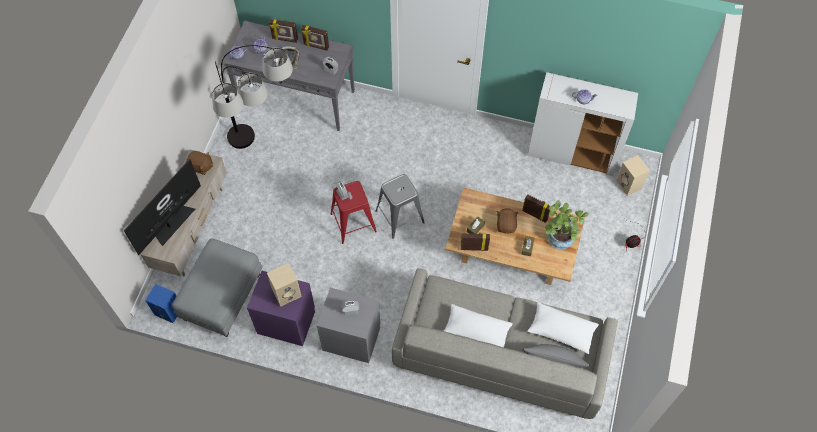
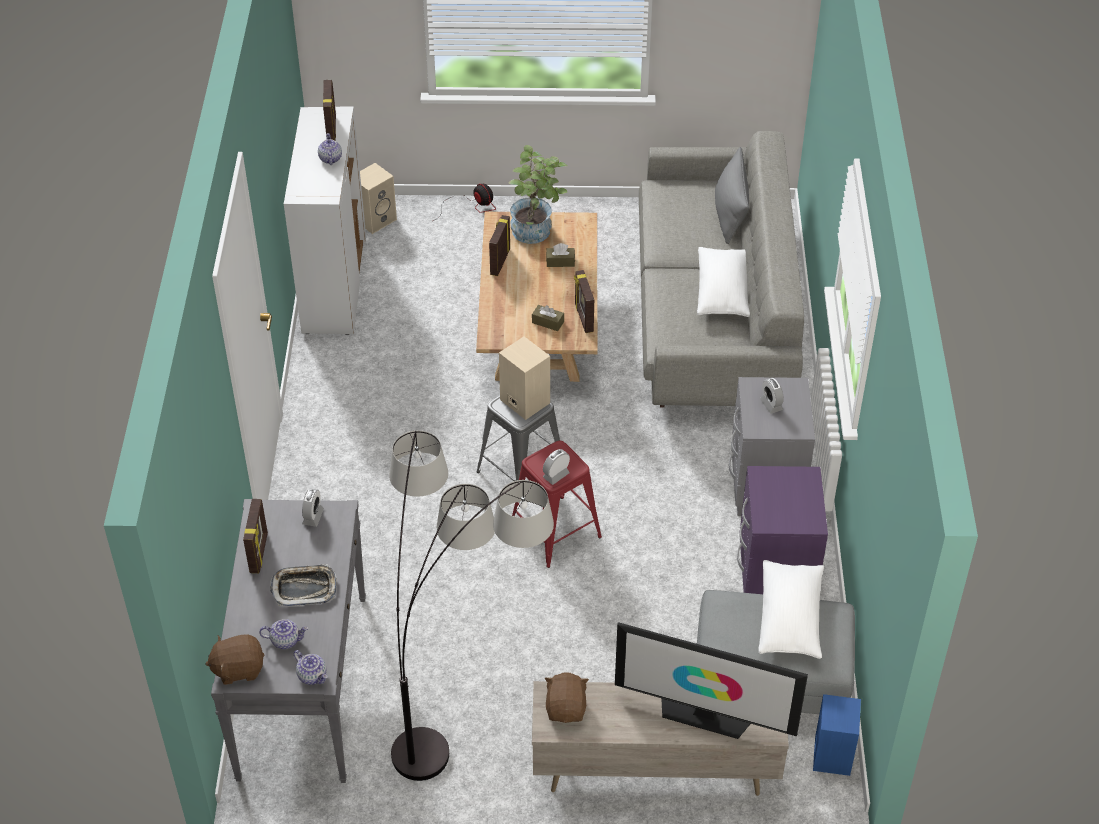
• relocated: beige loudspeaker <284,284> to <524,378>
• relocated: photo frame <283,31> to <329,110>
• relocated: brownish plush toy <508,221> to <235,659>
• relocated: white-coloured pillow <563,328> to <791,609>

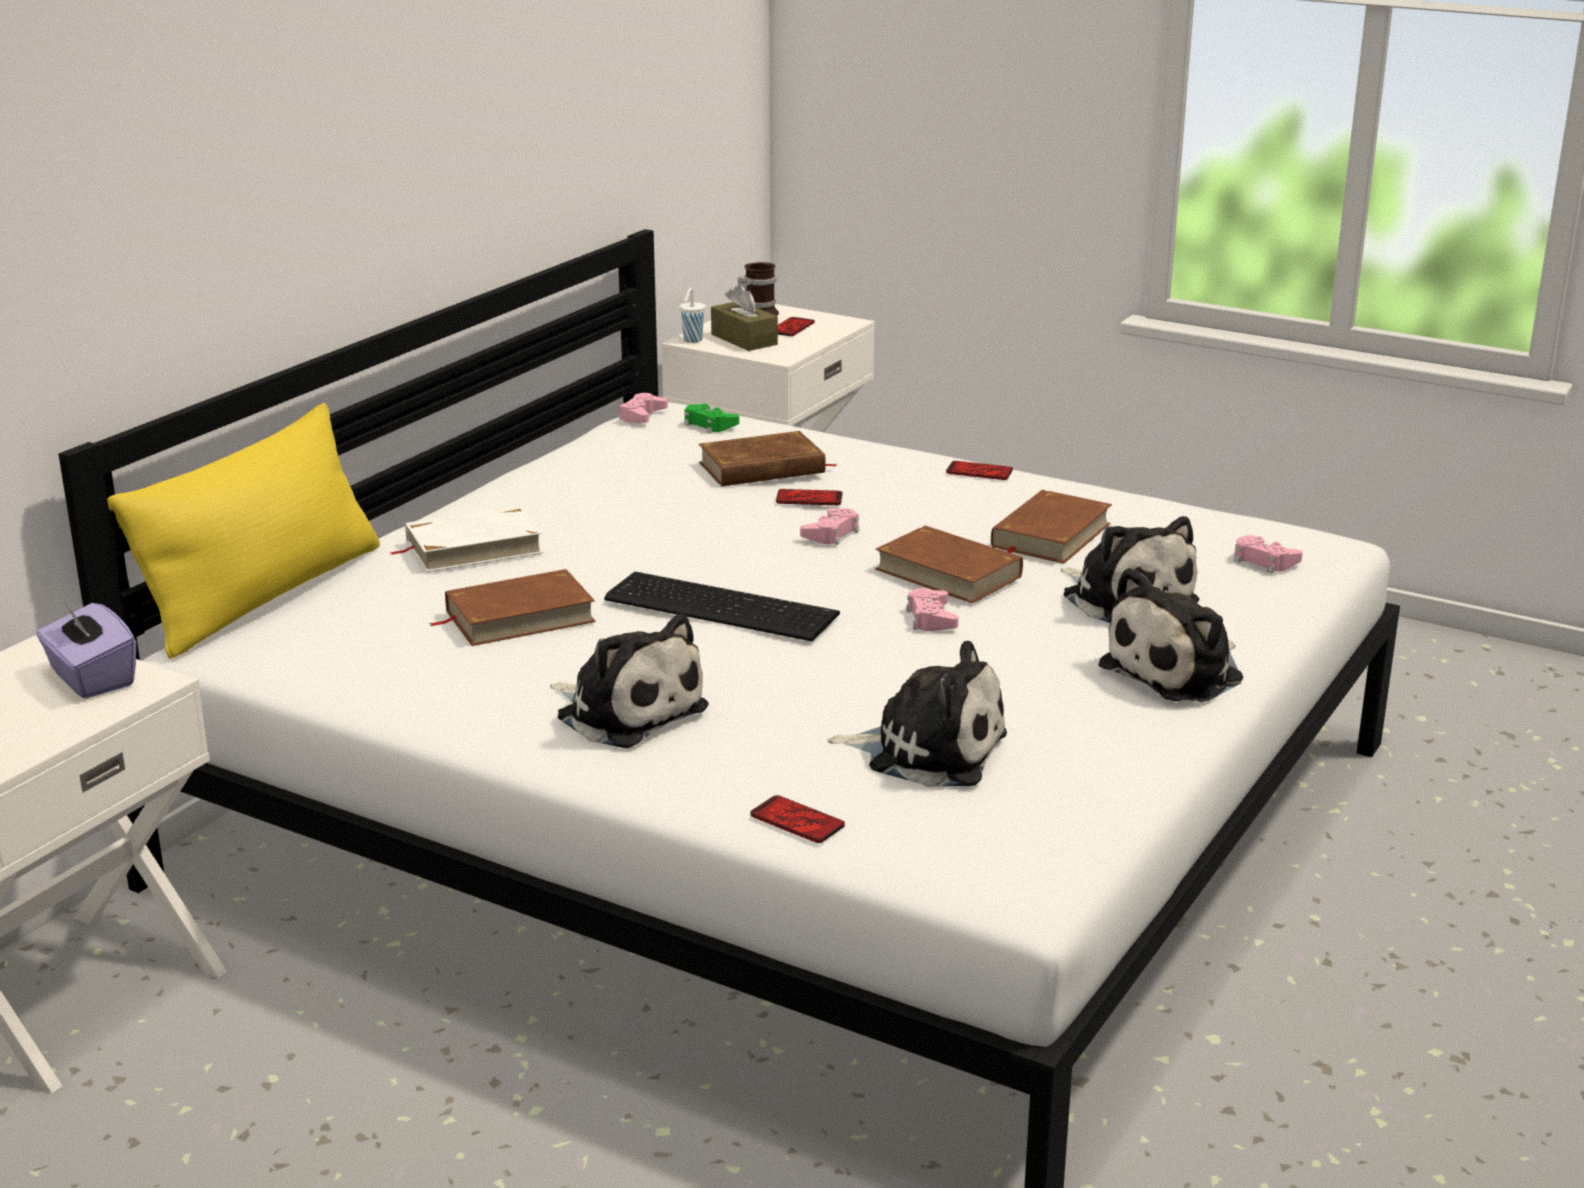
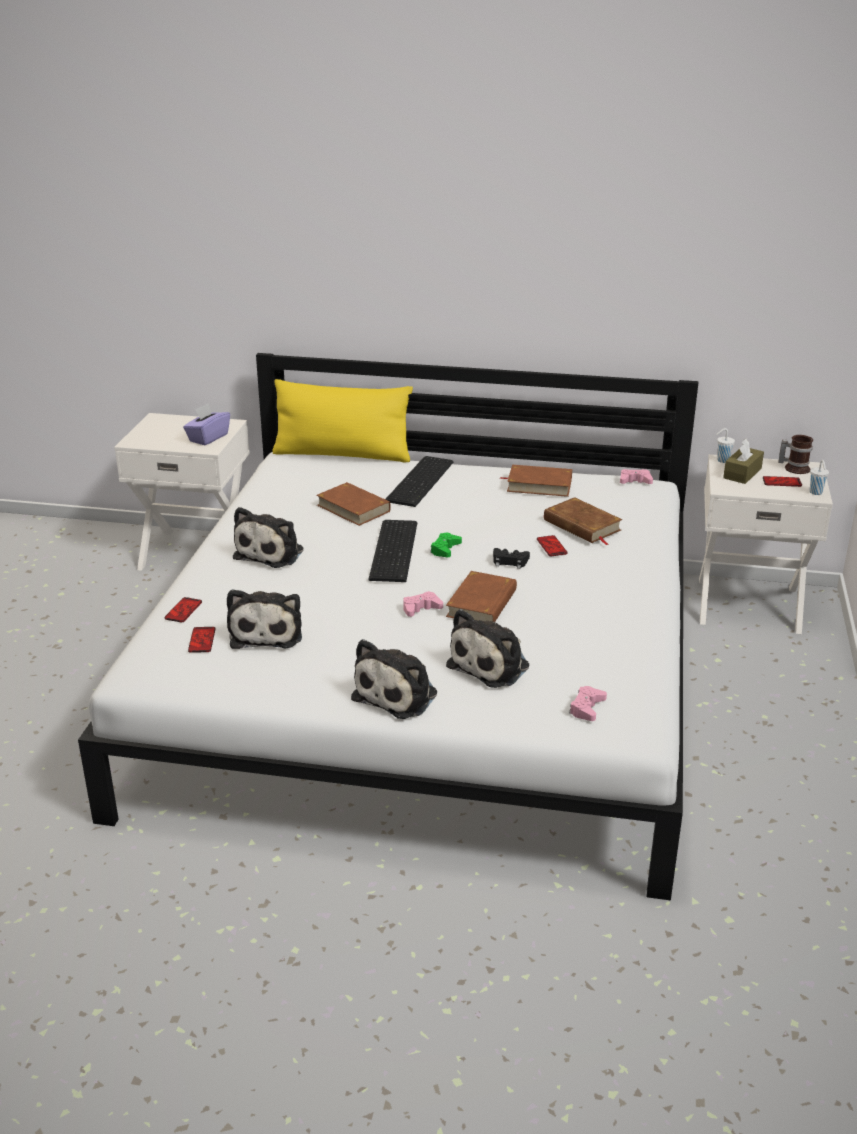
• exchanged: white-coloured volume <466,538> to PC keyboard <419,481>
• relocated: greenish joypad <711,418> to <446,545>
• colour: pinkish joypad <829,526> to black-coloured joypad <511,558>
• relocated: phone <979,470> to <201,640>
• relocated: brownish volume <1051,527> to <536,481>
• spun: plush toy <1170,634> = <394,679> 90 degrees counterclockwise
• appeared: white-coloured cup <819,477>

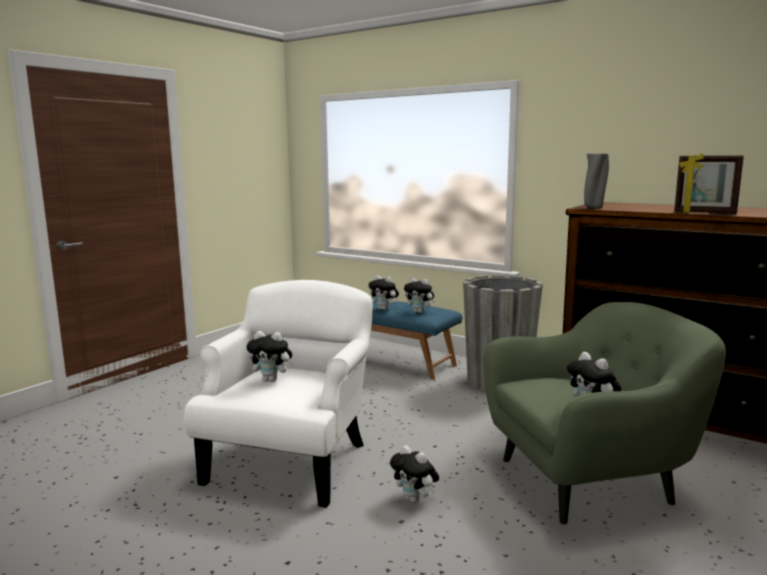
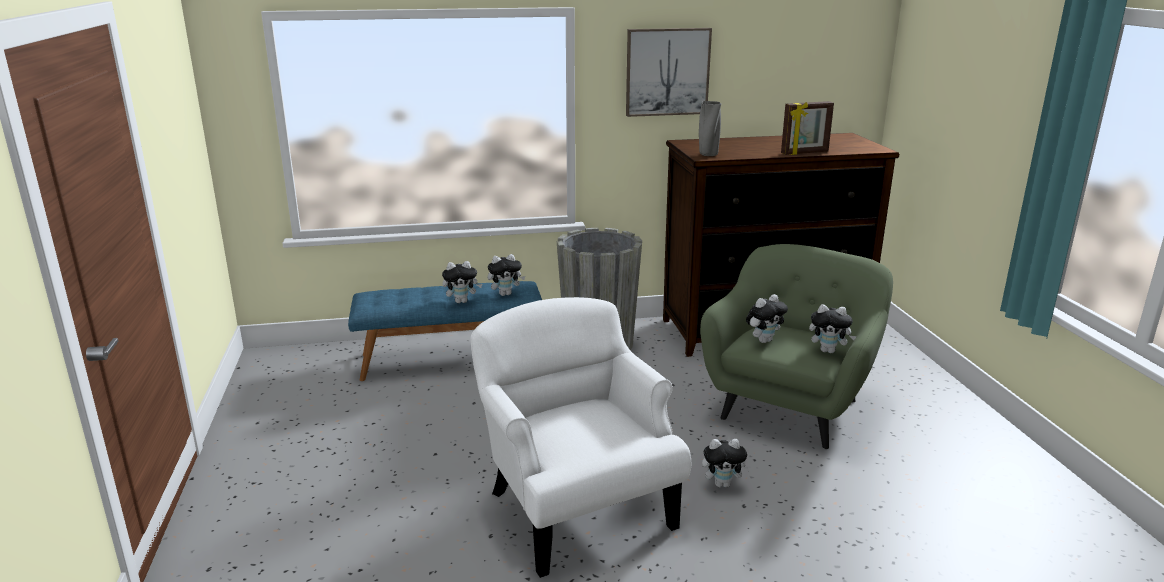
• relocated: plush toy <270,356> to <767,318>
• appeared: picture <669,72>

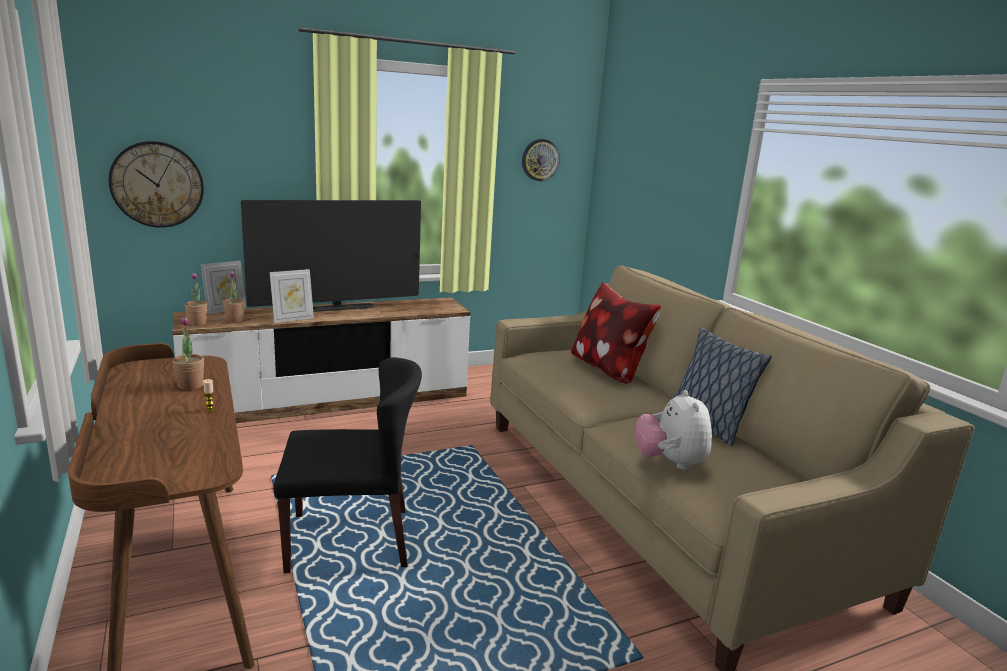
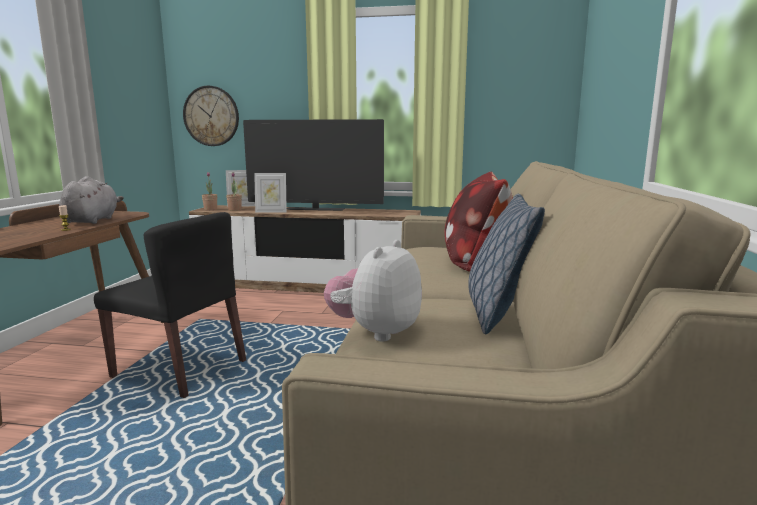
• exchanged: plant in a pot <188,353> to gray plush toy <91,200>
• missing: clock on the wall <541,160>

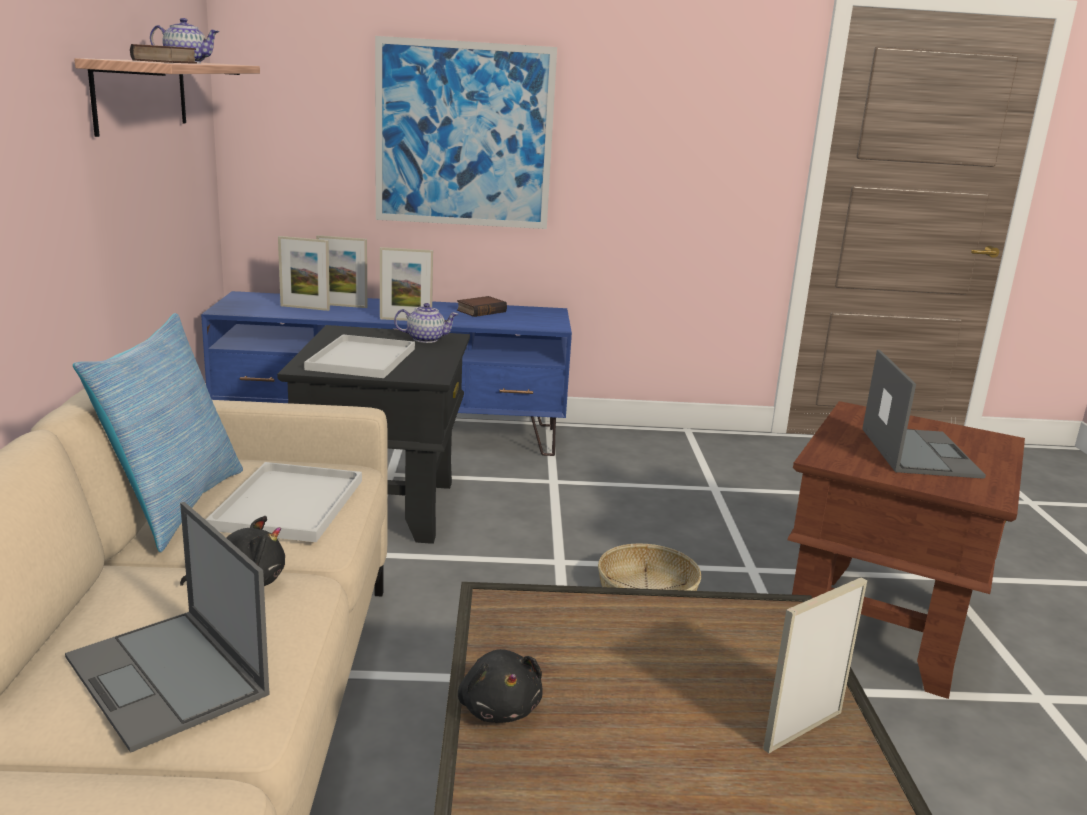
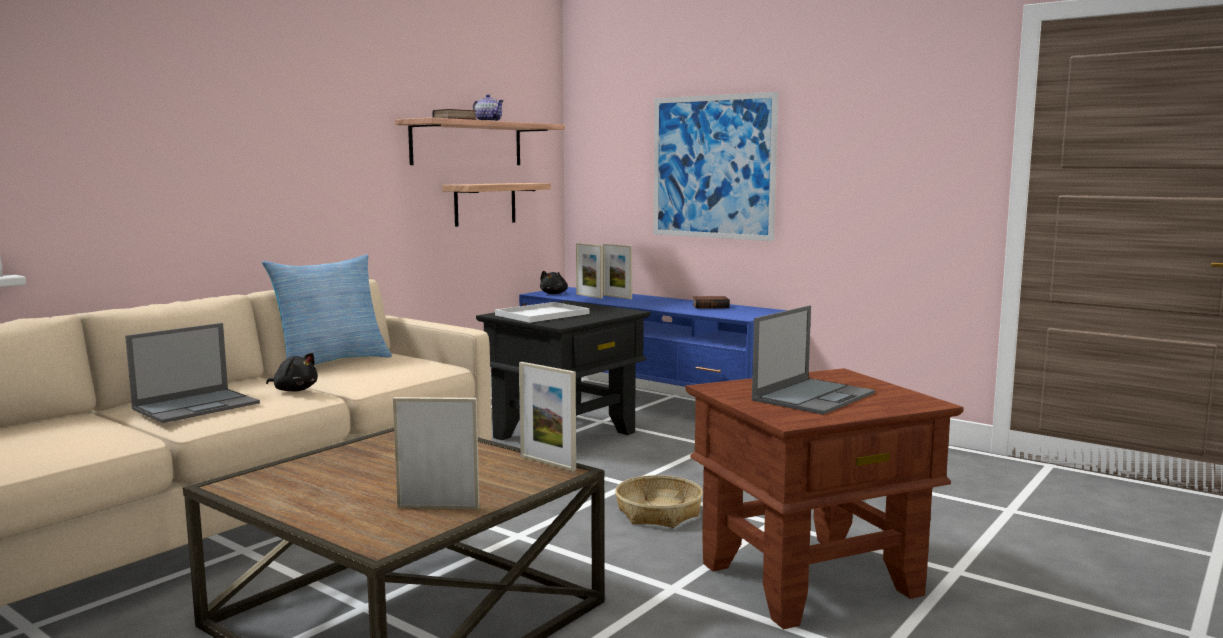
• spun: laptop <167,627> = <192,373> 135 degrees counterclockwise
• missing: white-coloured carrying tray <284,502>
• relocated: photo frame <406,284> to <547,416>
• missing: tea pot <426,323>
• relocated: black-coloured plush toy <500,686> to <554,282>
• appeared: shelf <496,205>

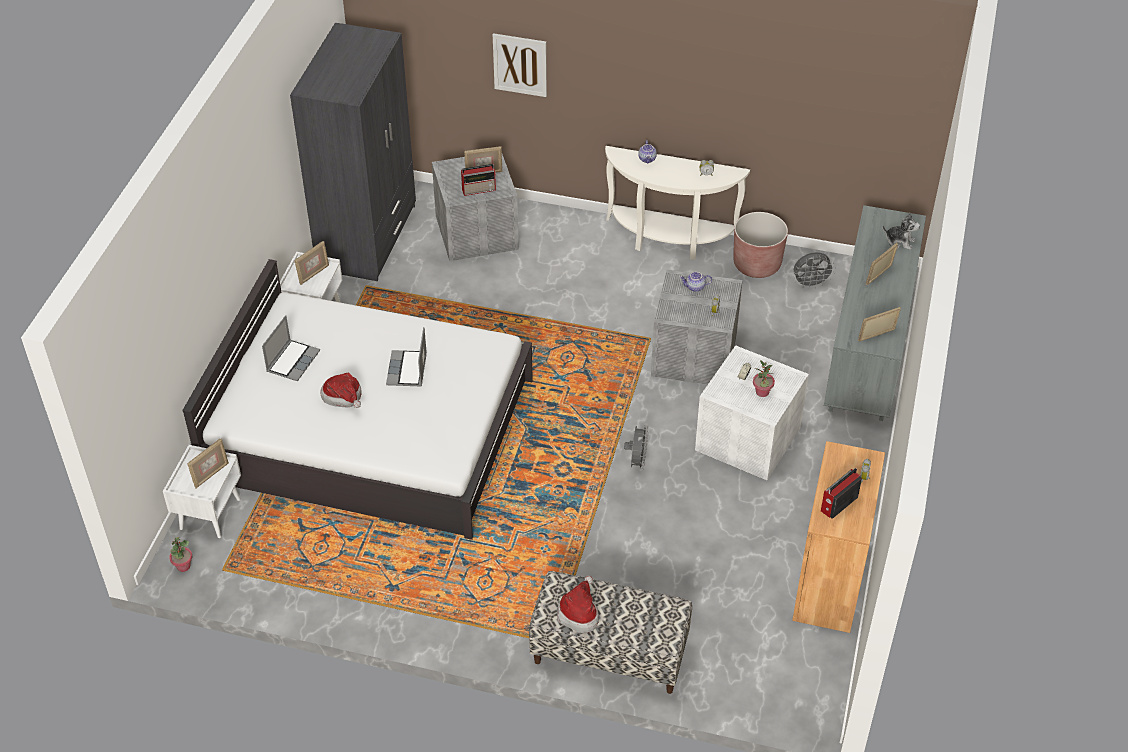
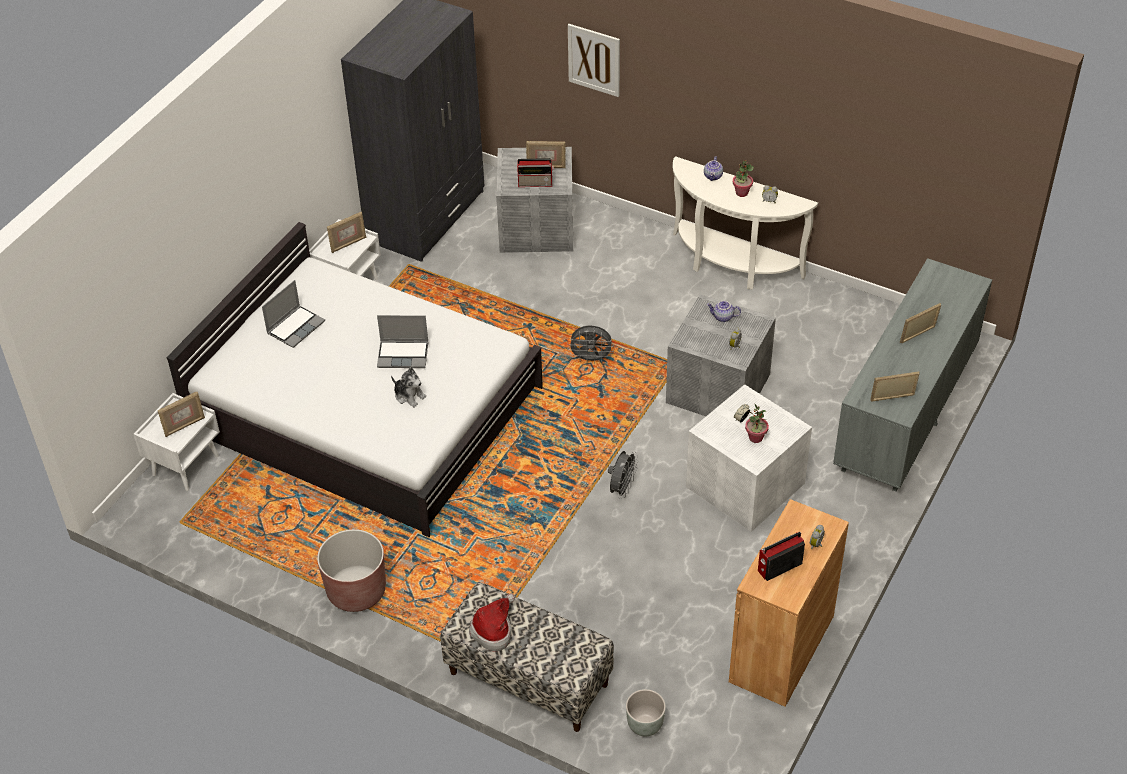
• relocated: plant in a pot <180,554> to <743,178>
• missing: wearable hat <341,390>
• spun: laptop <406,357> = <403,341> 105 degrees counterclockwise
• relocated: brownish planter <760,245> to <351,570>
• relocated: gray cooling fan <813,270> to <591,345>
• relocated: plush toy <901,231> to <408,387>
• appeared: gray planter <646,713>

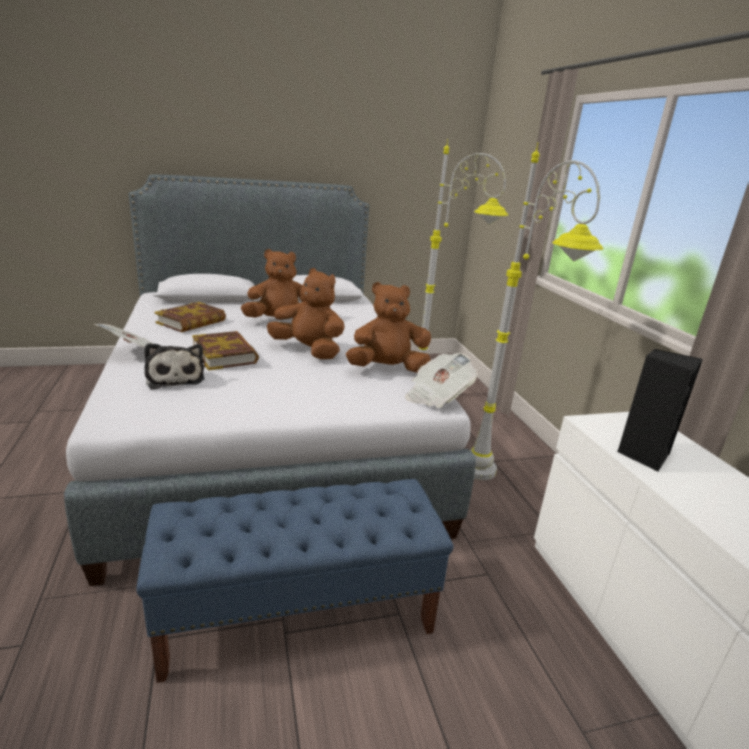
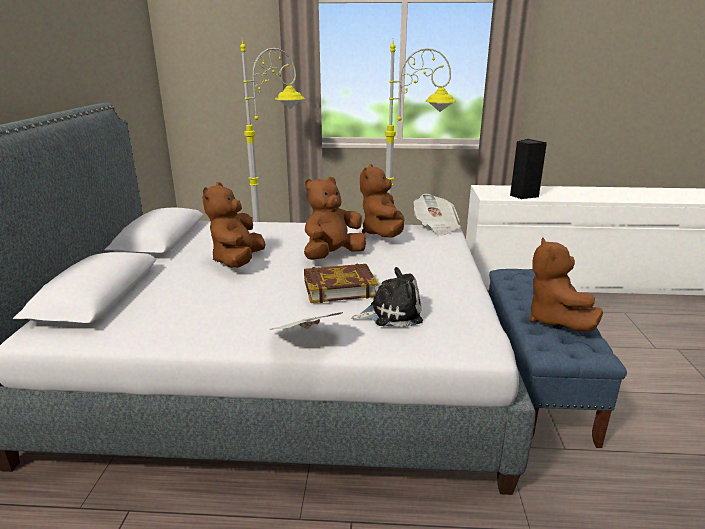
• missing: volume <190,317>
• appeared: brownish plush toy <566,285>

